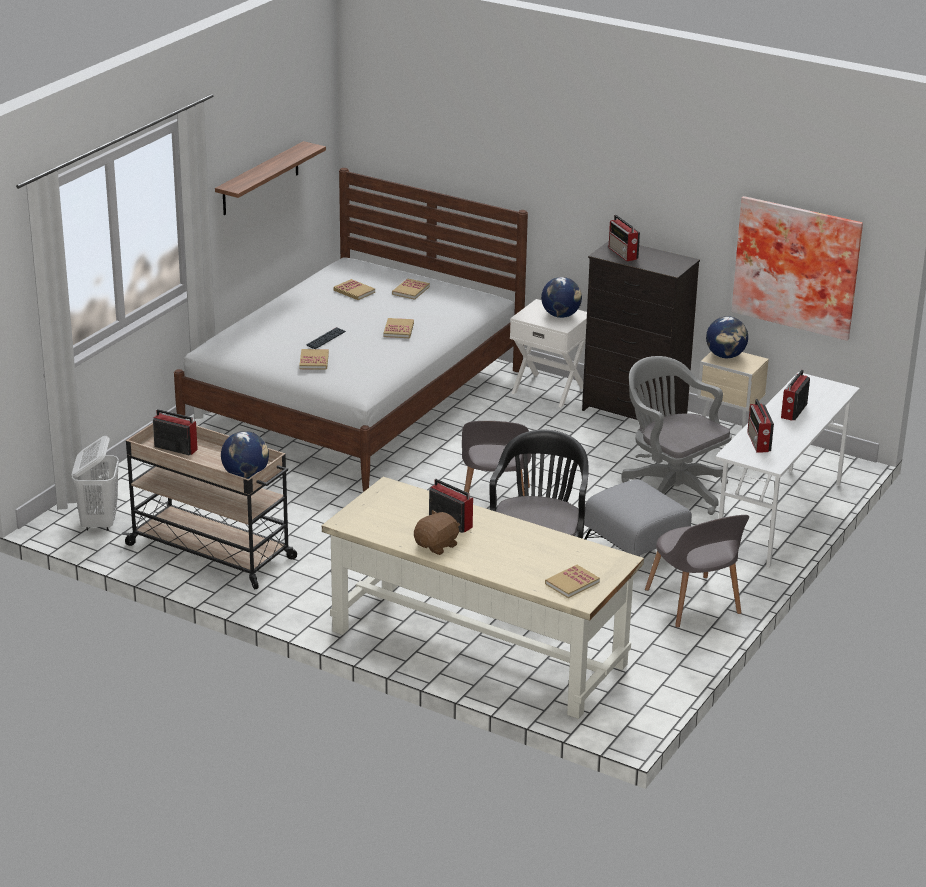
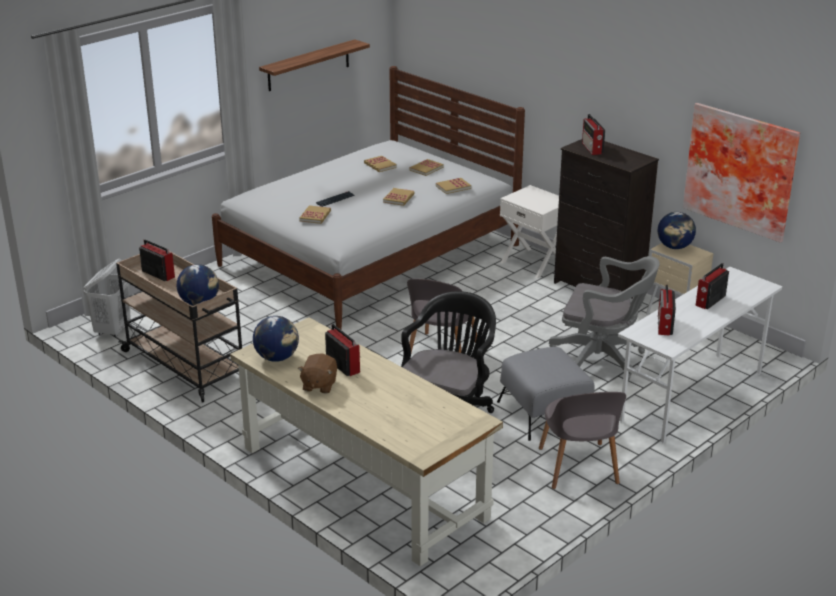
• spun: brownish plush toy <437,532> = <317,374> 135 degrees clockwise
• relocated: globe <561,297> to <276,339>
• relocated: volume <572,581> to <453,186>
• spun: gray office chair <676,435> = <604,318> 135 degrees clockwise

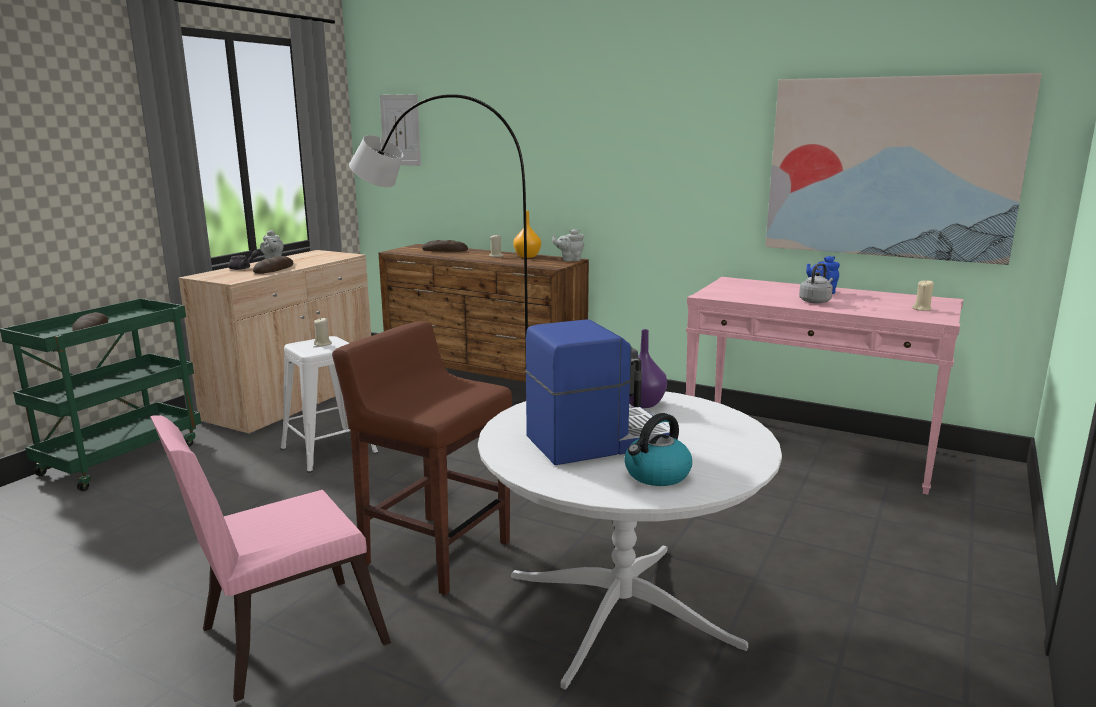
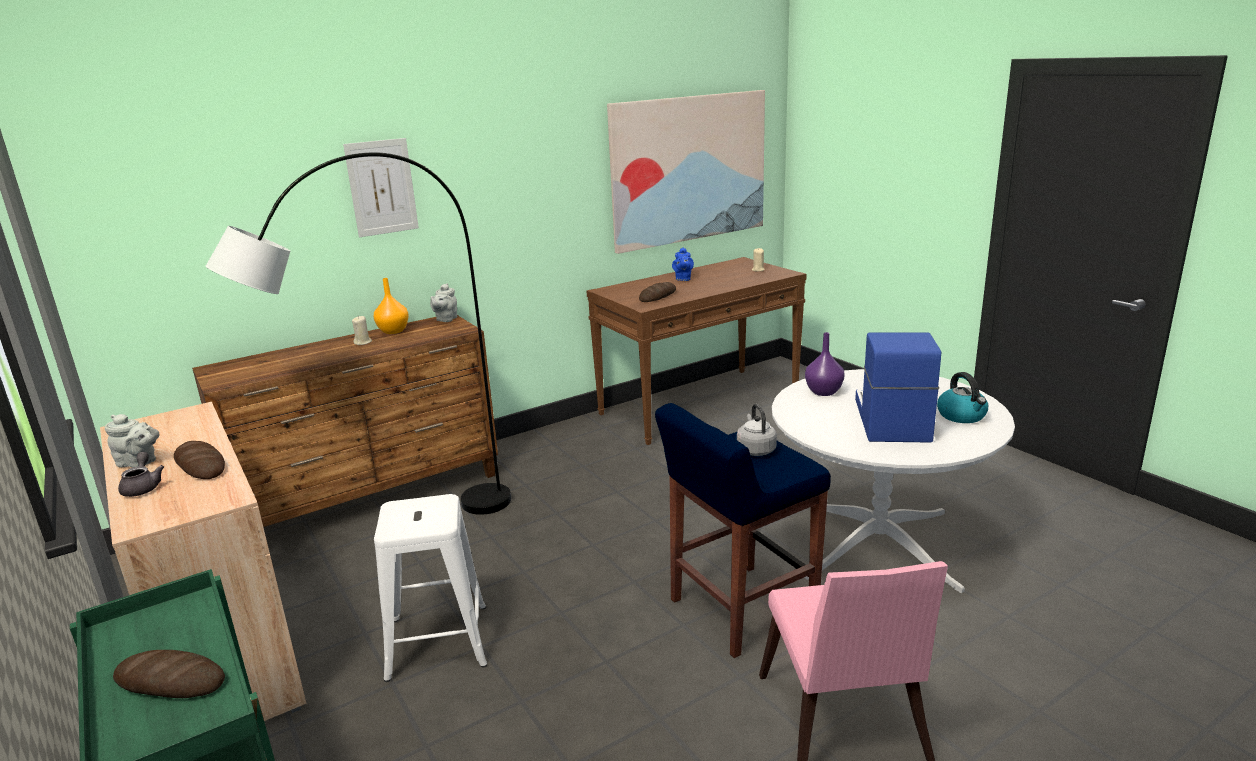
• missing: beige wax light <323,331>
• colour: brownish stool <422,458> to blue stool <743,530>
• relocated: picture <400,130> to <381,187>
• relocated: baked bread <445,246> to <657,292>
• colour: pinkish narrow table <824,386> to brownish narrow table <696,351>
• relocated: gray tea kettle <816,283> to <757,430>

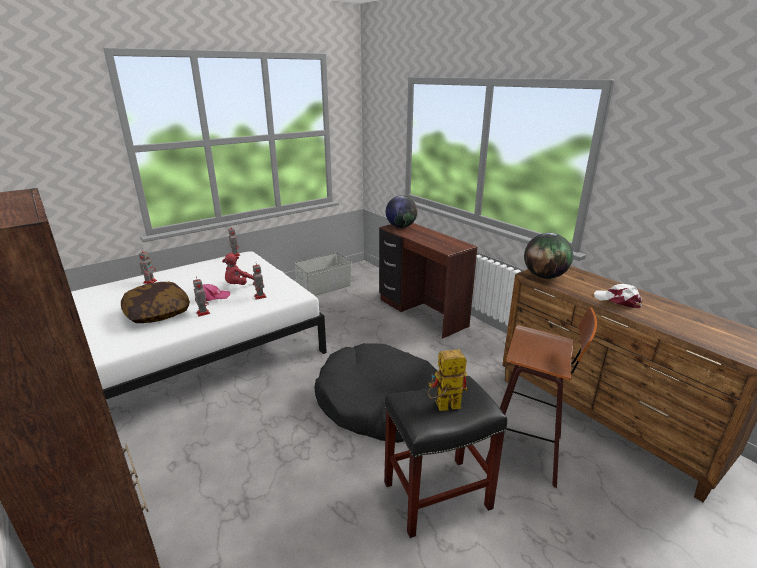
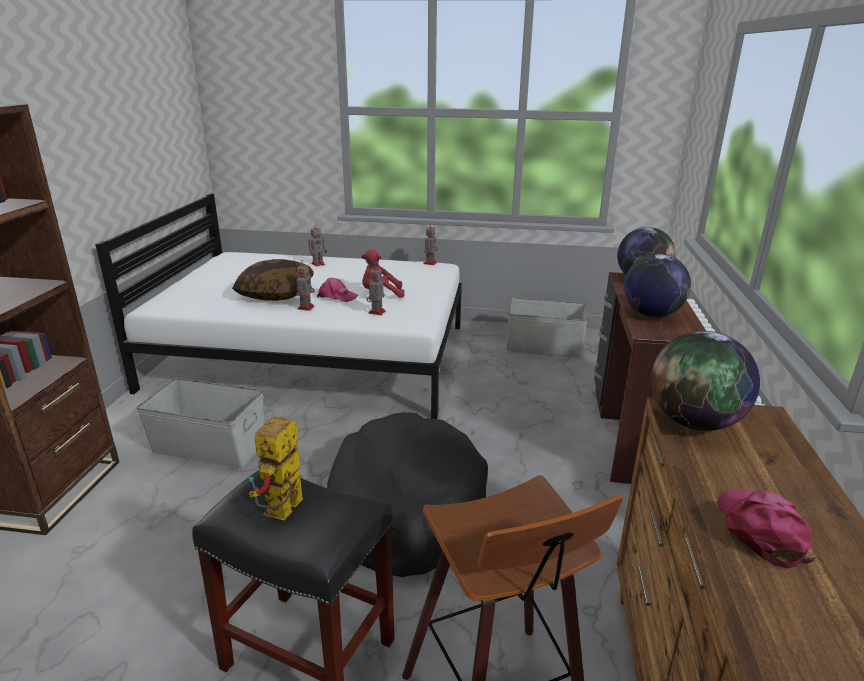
• spun: toy robot <447,380> = <275,468> 105 degrees counterclockwise
• colour: white-coloured cap <618,296> to pinkish cap <767,528>
• appeared: gray storage bin <200,423>
• appeared: globe <657,285>

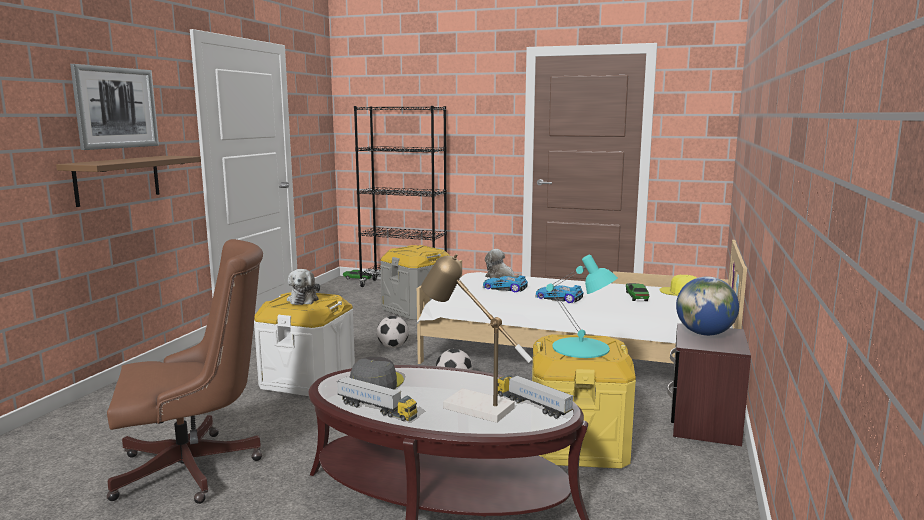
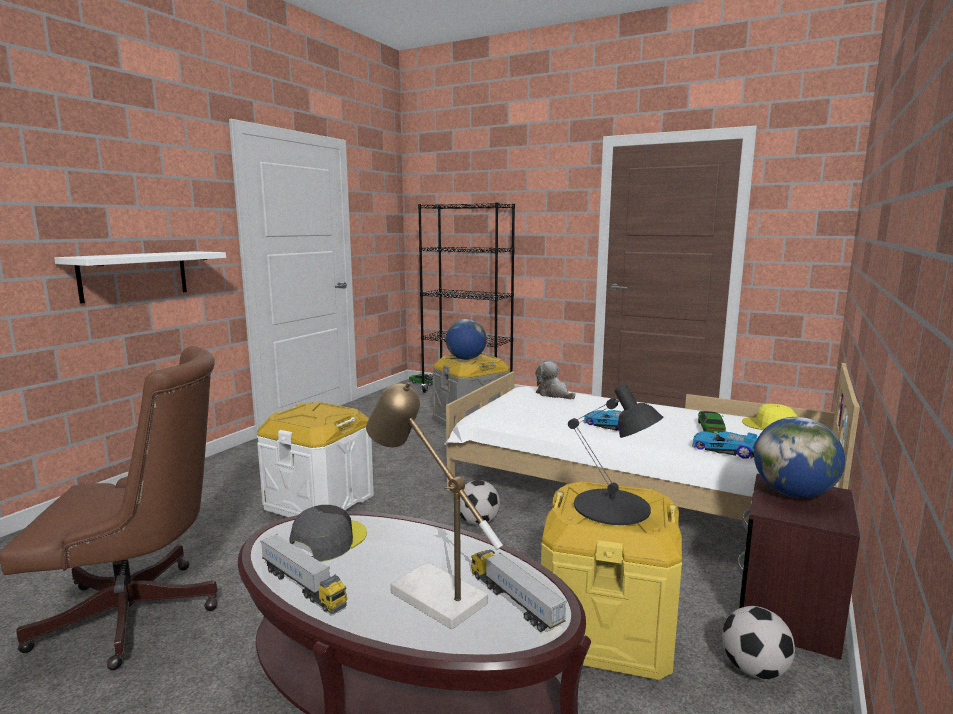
• colour: brownish shelf <128,181> to white-coloured shelf <140,277>
• missing: picture <114,107>
• missing: plush toy <303,287>
• relocated: football <393,332> to <758,642>
• relocated: miniature car <505,284> to <725,445>
• colour: turquoise-coloured tabletop lamp <582,306> to black-coloured tabletop lamp <615,454>
• appeared: globe <466,339>

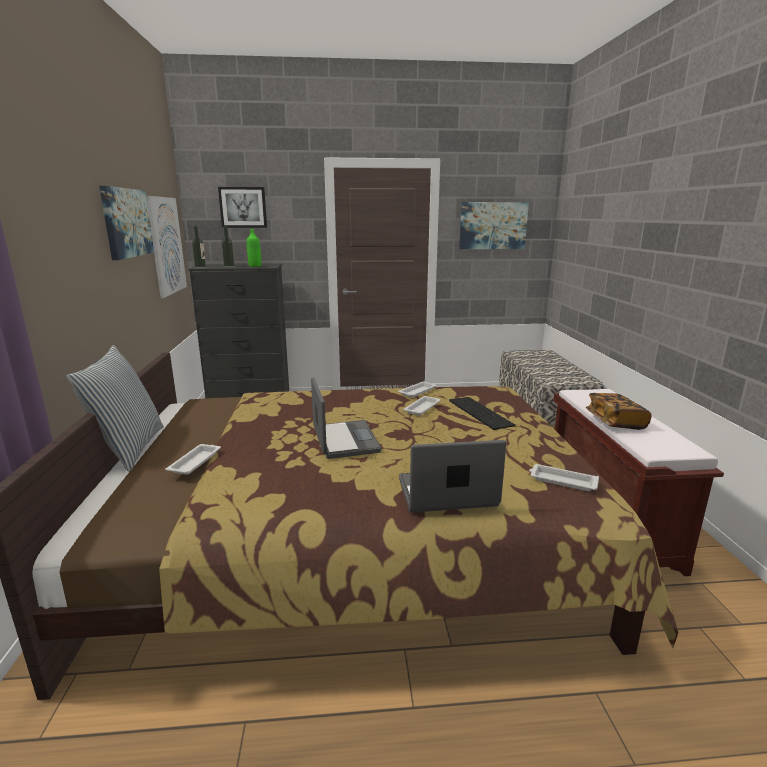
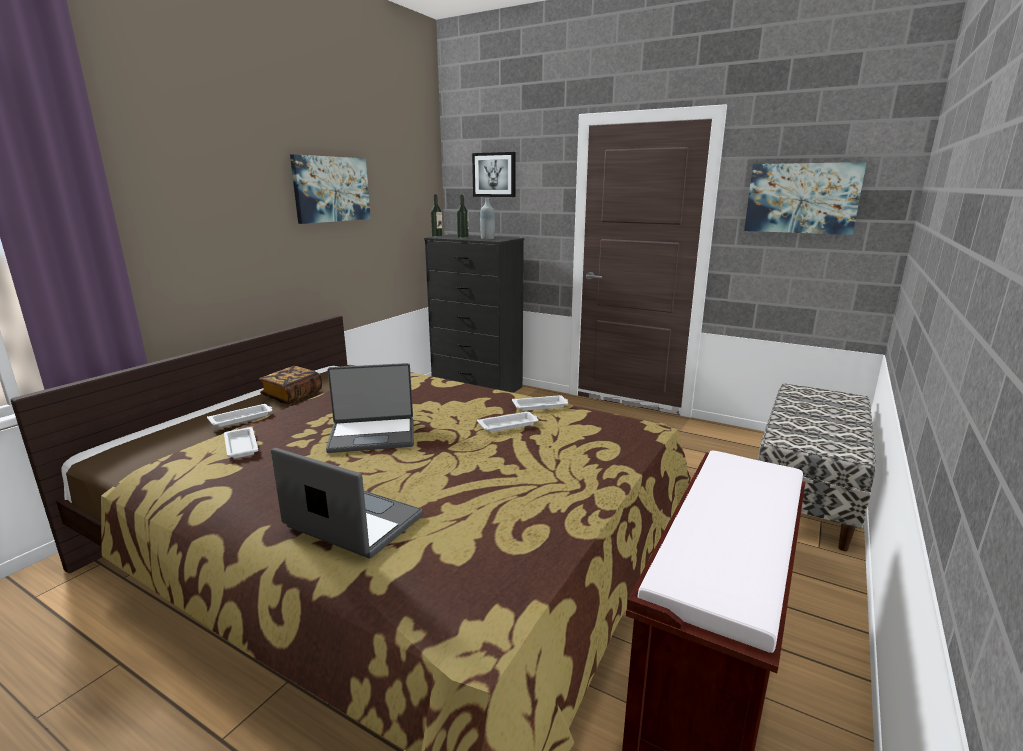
• missing: pillow <115,408>
• missing: picture <166,247>
• colour: greenish beverage bottle <254,248> to gray beverage bottle <487,218>
• spun: laptop <346,418> = <370,408> 60 degrees clockwise
• missing: PC keyboard <482,413>
• relocated: white-coloured carrying tray <564,477> to <241,442>
• relocated: volume <619,411> to <290,385>

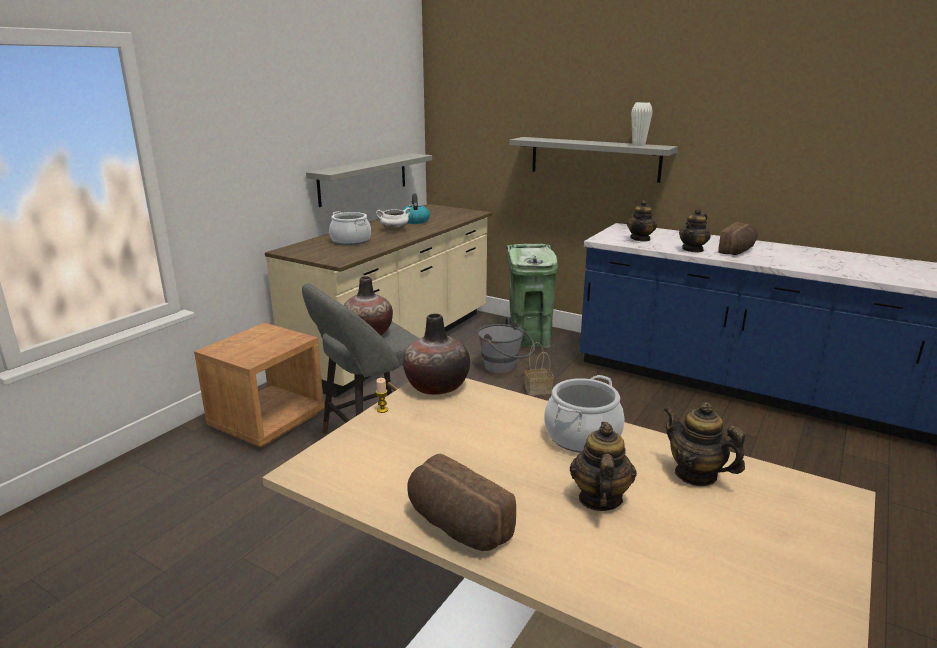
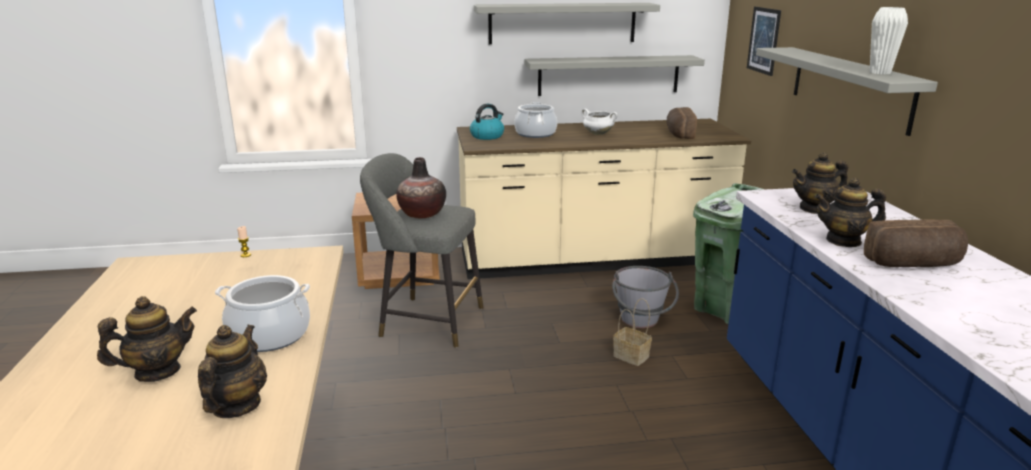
• relocated: tea kettle <416,209> to <487,122>
• missing: vase <436,354>
• relocated: baked bread <462,502> to <681,123>
• appeared: gray shelf <567,23>
• appeared: picture <764,41>

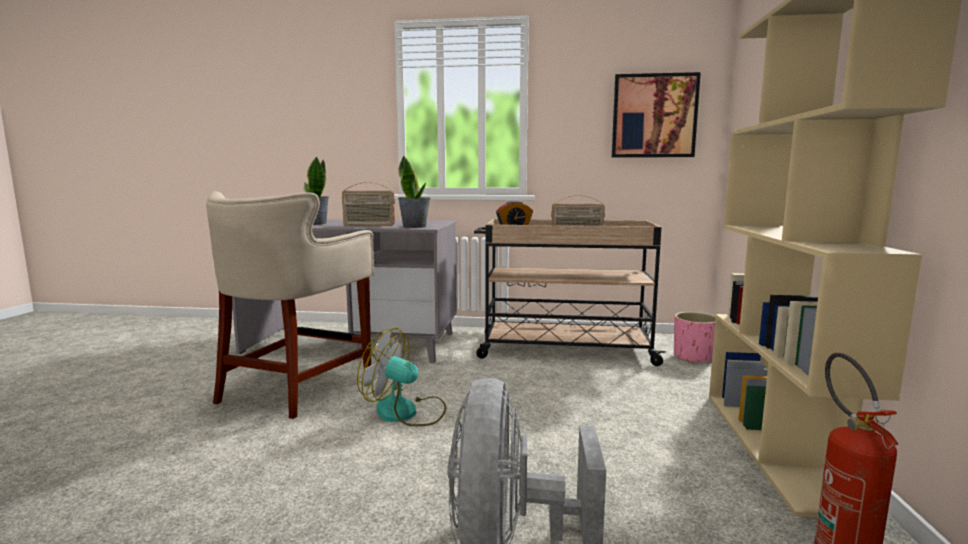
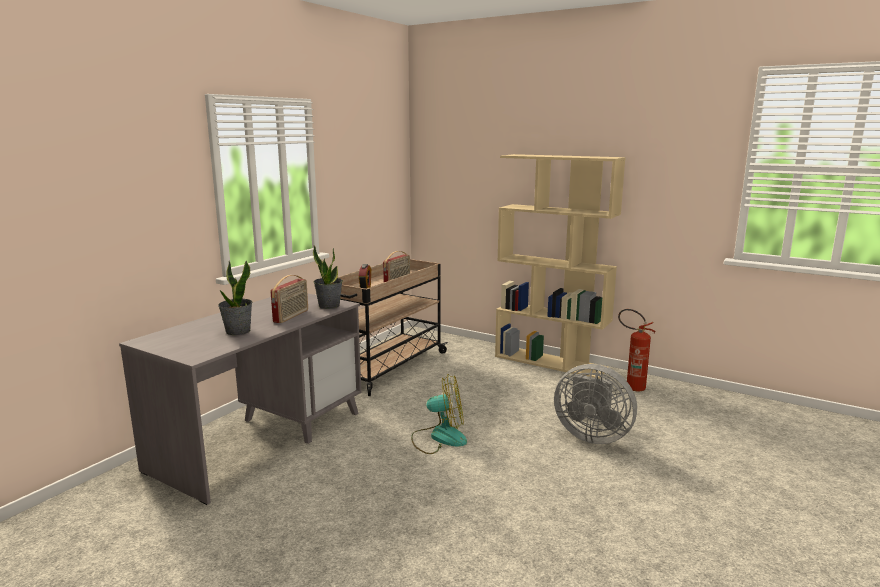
• missing: beige stool <290,305>
• spun: cooling fan <401,376> = <439,414> 135 degrees counterclockwise
• missing: picture <656,115>
• missing: pinkish planter <695,338>

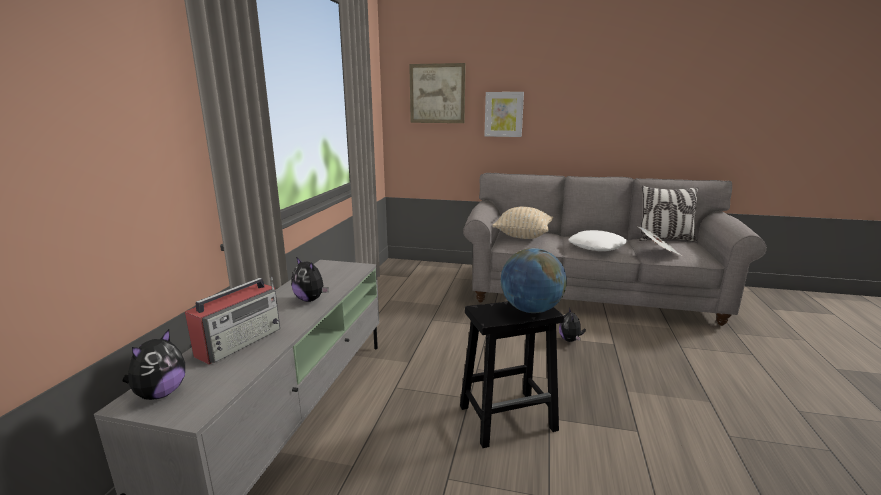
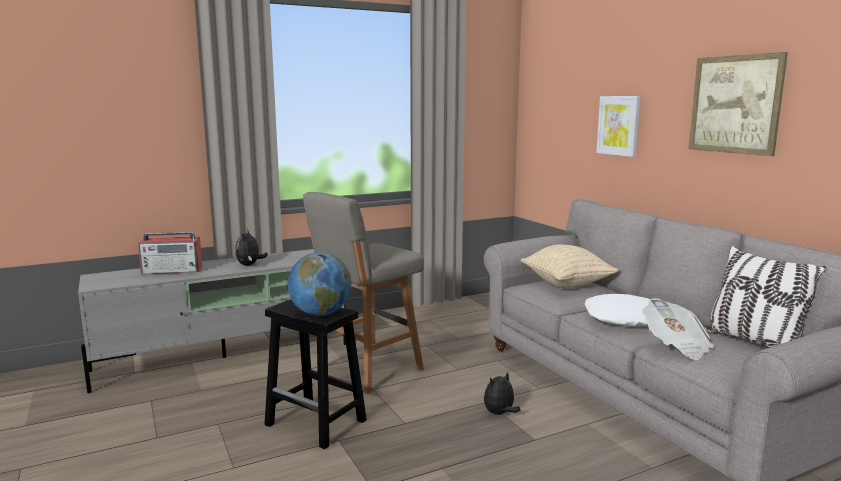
• missing: plush toy <154,364>
• relocated: picture <437,93> to <738,104>
• appeared: gray stool <363,292>

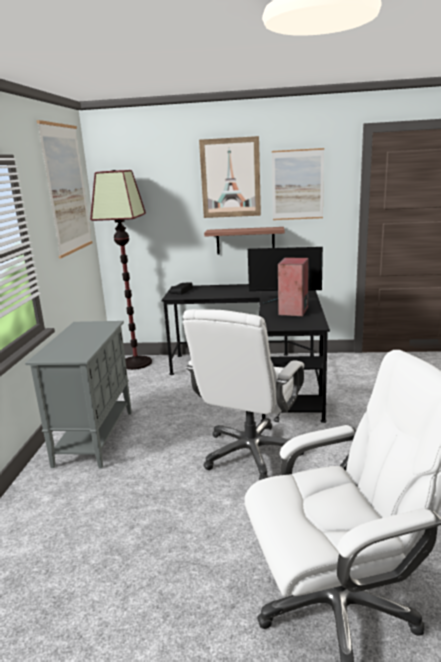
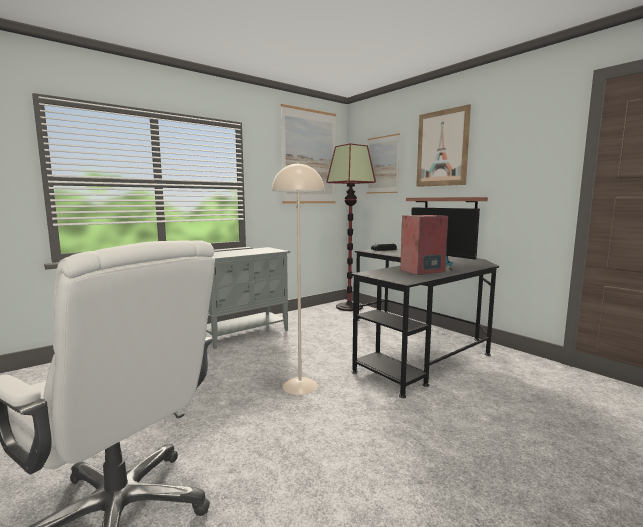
• exchanged: white-coloured office chair <243,394> to beige standard lamp <298,278>
• relocated: picture <298,184> to <383,163>

